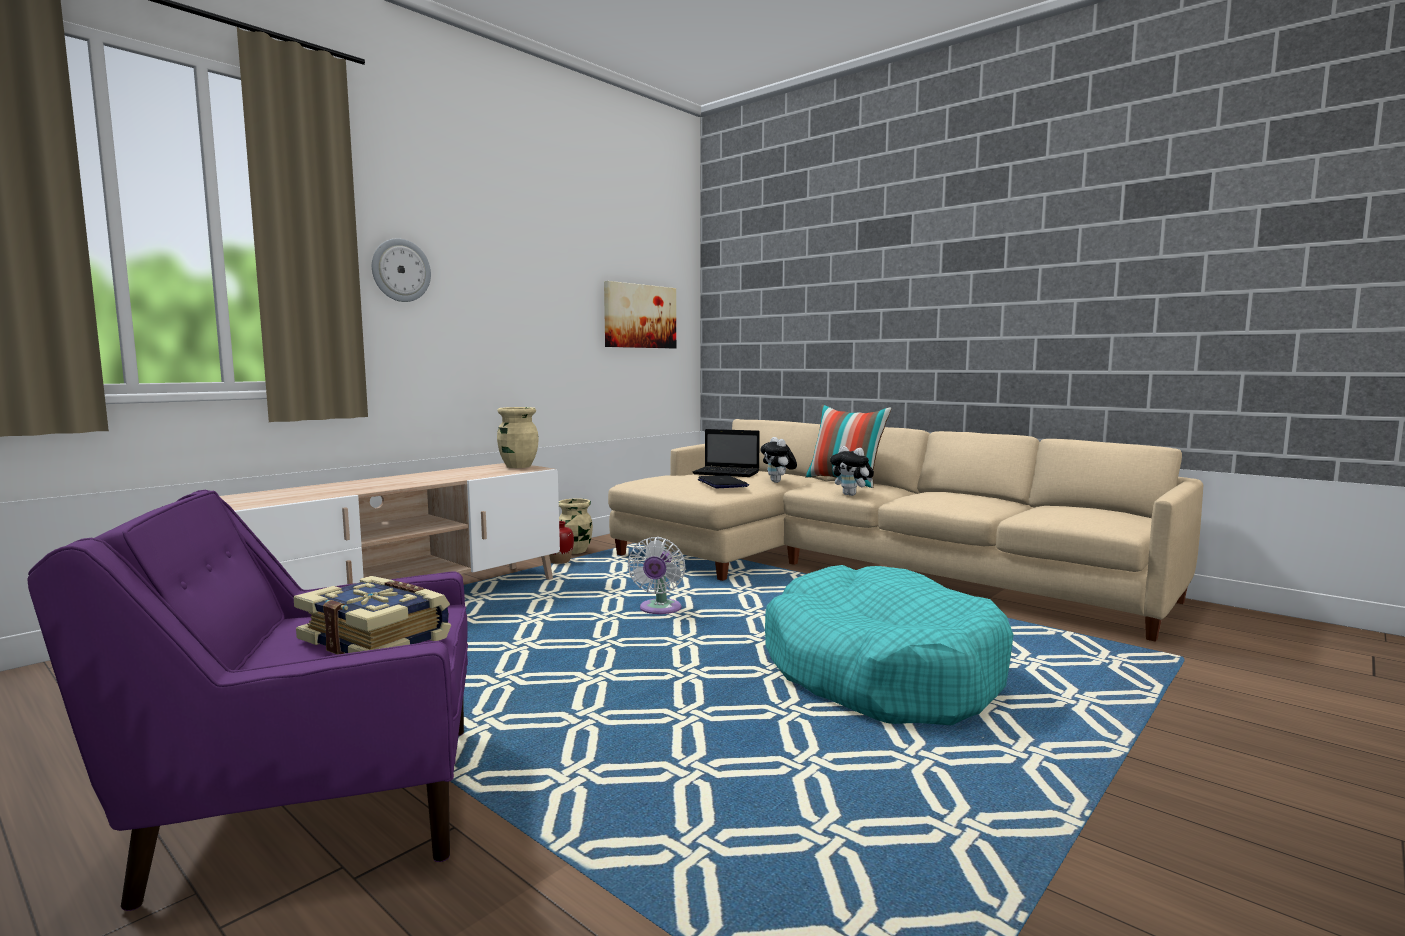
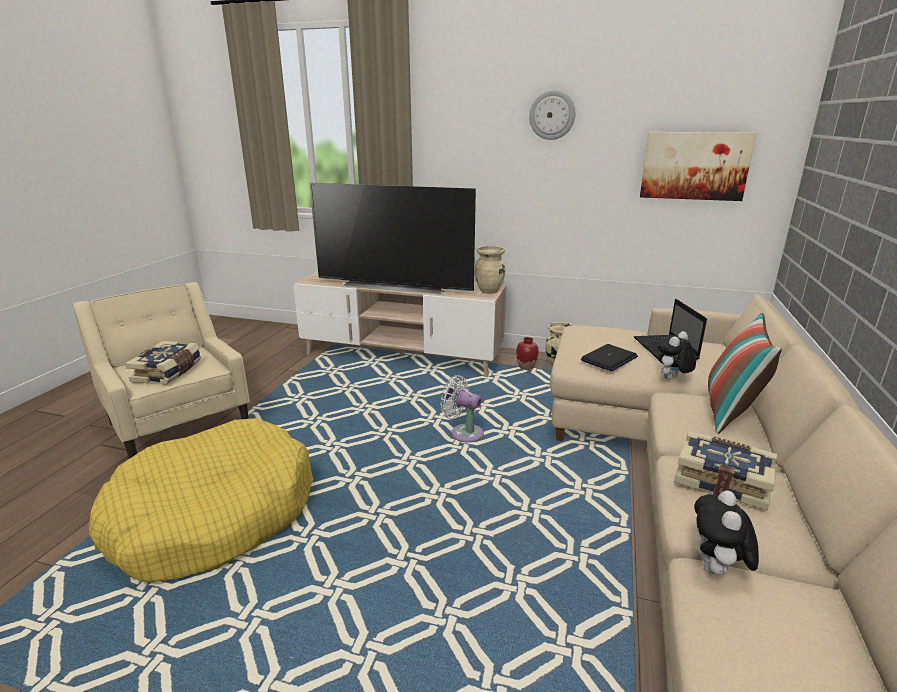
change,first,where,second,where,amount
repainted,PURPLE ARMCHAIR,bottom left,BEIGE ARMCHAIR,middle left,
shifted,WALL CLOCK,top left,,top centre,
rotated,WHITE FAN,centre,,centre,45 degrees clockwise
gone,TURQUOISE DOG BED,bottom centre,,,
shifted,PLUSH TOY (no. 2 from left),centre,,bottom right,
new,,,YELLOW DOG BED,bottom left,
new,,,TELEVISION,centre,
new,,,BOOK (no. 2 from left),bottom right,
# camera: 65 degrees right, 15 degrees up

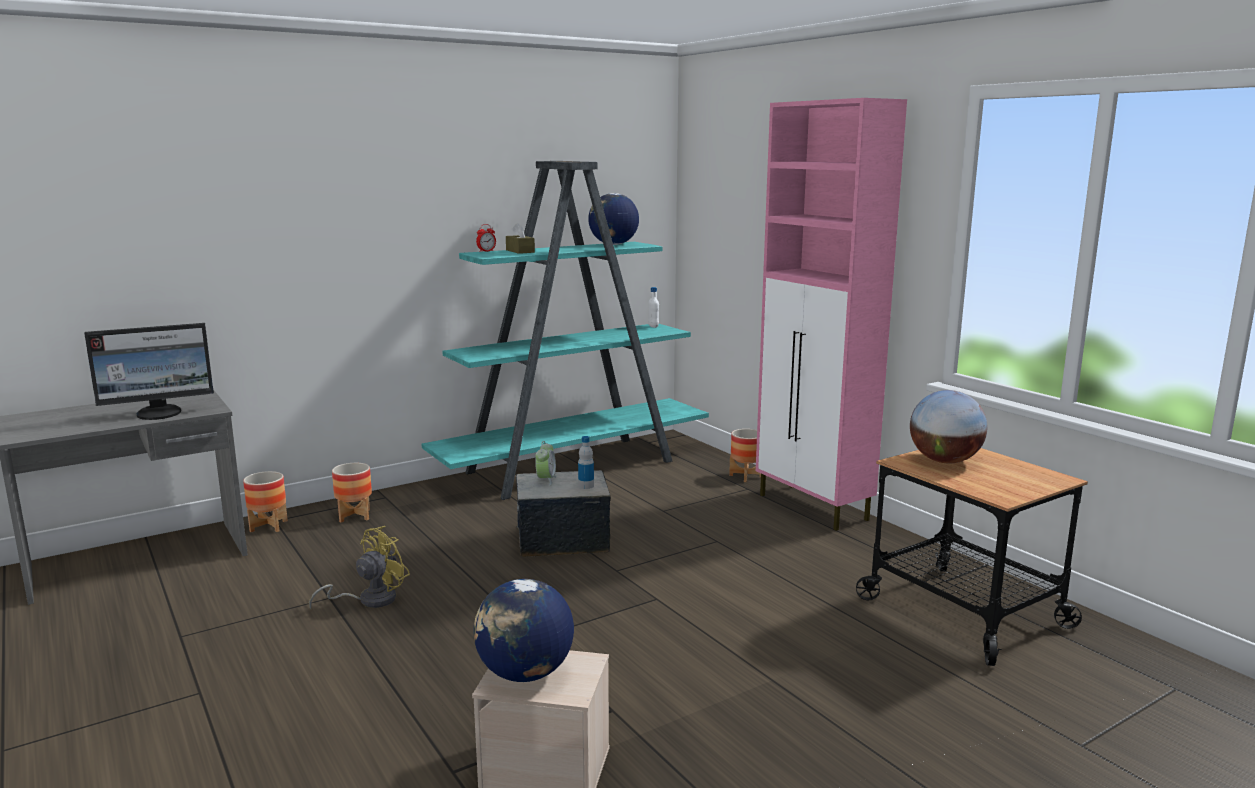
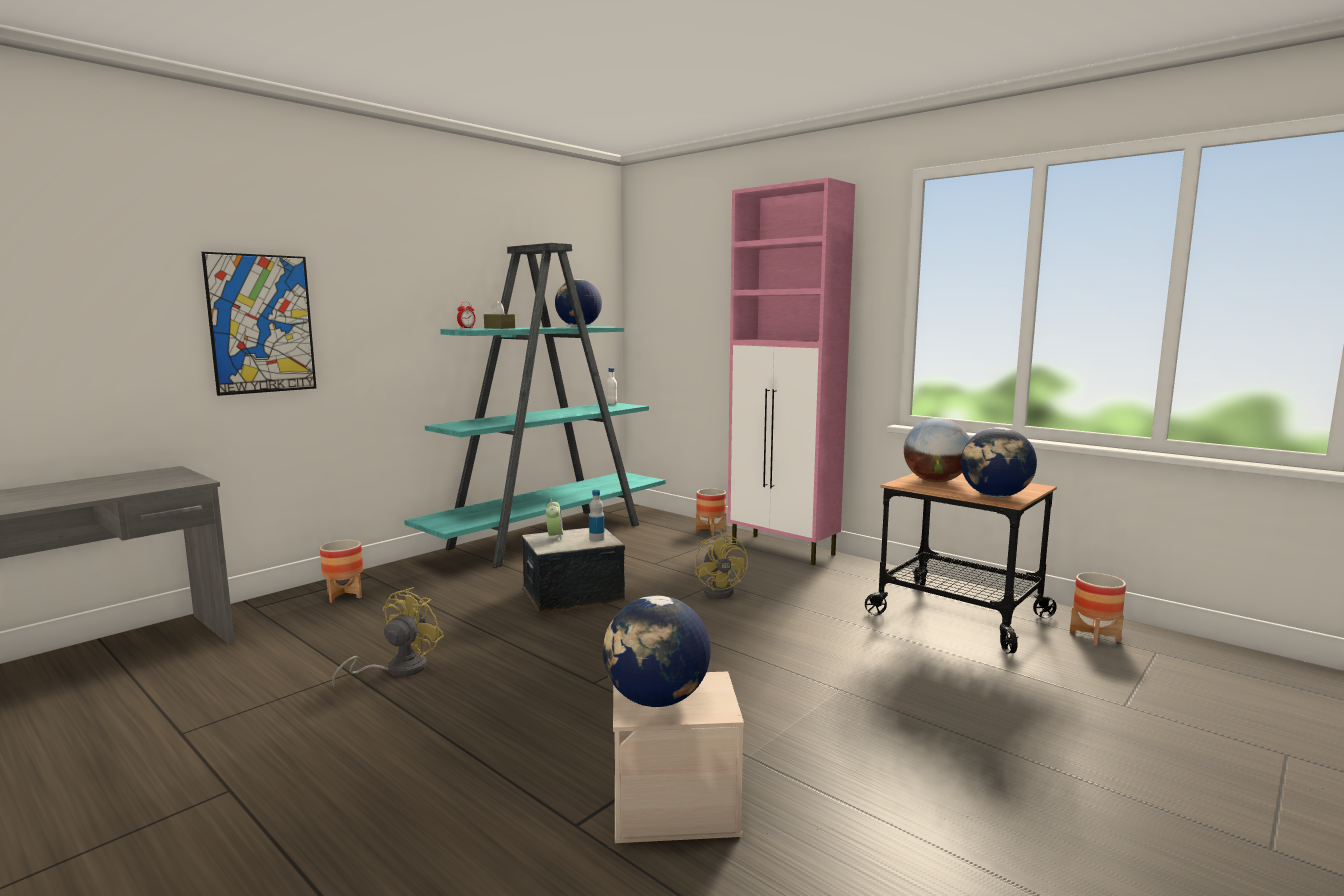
change,first,where,second,where,amount
gone,MONITOR,middle left,,,
shifted,PLANTER (no. 1 from left in the first image),middle left,PLANTER (no. 3 from left),bottom right,
new,,,PICTURE,middle left,
new,,,YELLOW FAN (no. 2 from left),centre,
new,,,GLOBE (no. 4 from left),middle right,
# camera: 15 degrees left, 5 degrees down

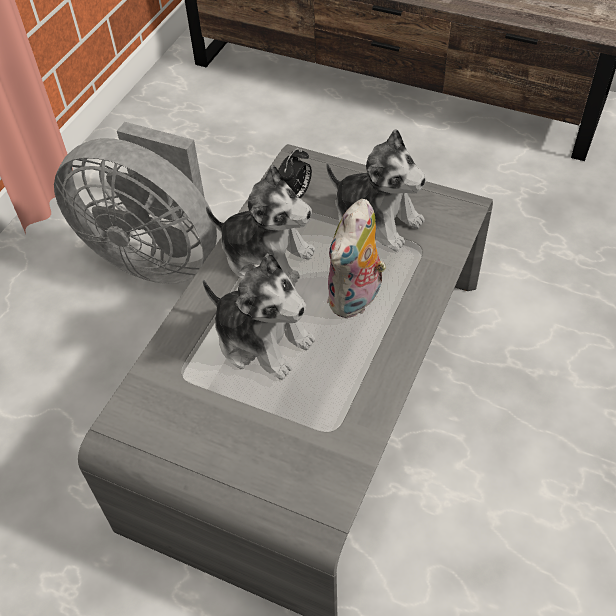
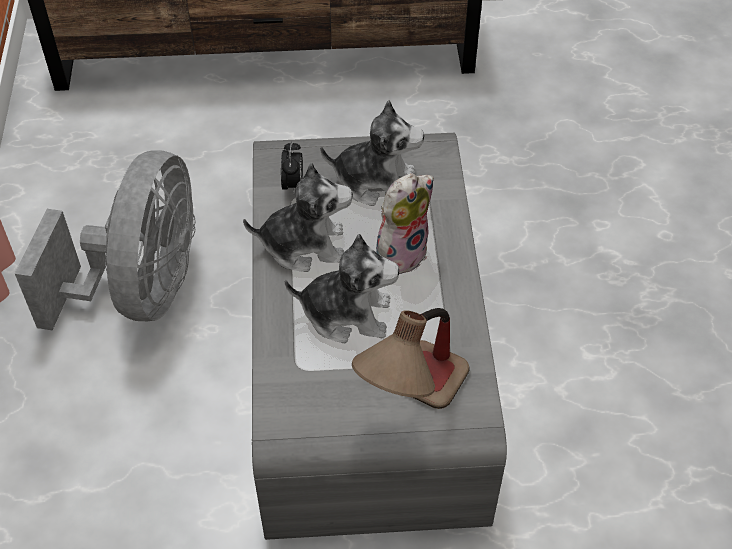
change,first,where,second,where,amount
rotated,GREY FAN,top left,,middle left,75 degrees counterclockwise
rotated,PLUSH TOY (no. 3 from left in the first image),centre,PLUSH TOY (no. 4 from left),centre,135 degrees counterclockwise
new,,,TABLE LAMP,centre,
# camera: 30 degrees left, 0 degrees up

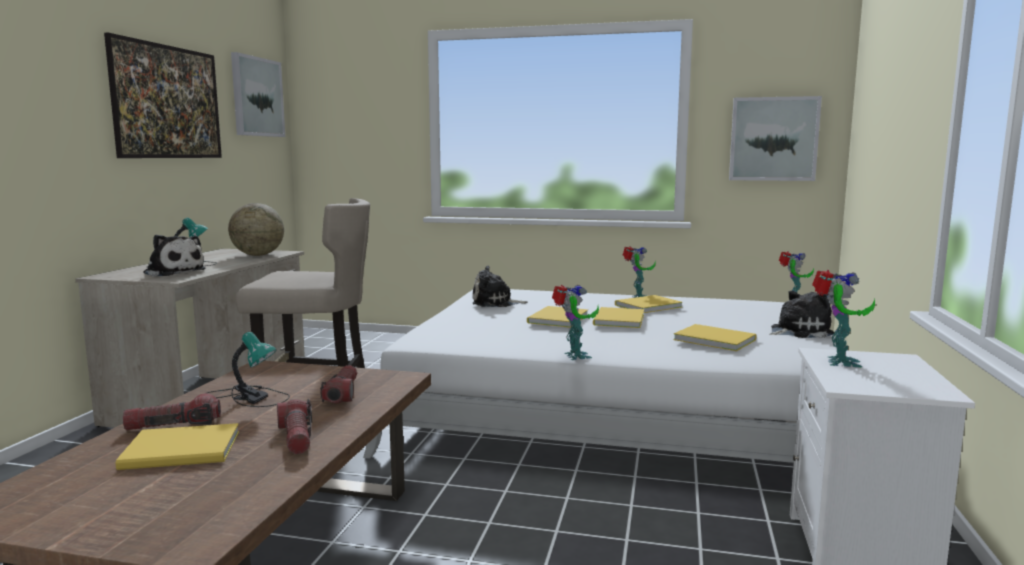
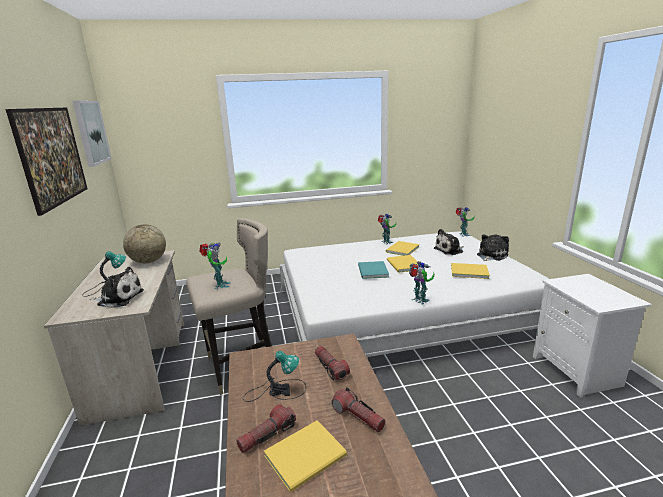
change,first,where,second,where,amount
shifted,PLUSH TOY (no. 2 from left),centre,,middle right,
repainted,YELLOW BOOK (no. 2 from left),centre,TURQUOISE BOOK,centre,
gone,PICTURE (no. 3 from left),top right,,,
shifted,TOY ROBOT (no. 4 from left in the first image),middle right,TOY ROBOT (no. 1 from left),middle left,
# camera: 25 degrees left, 10 degrees up

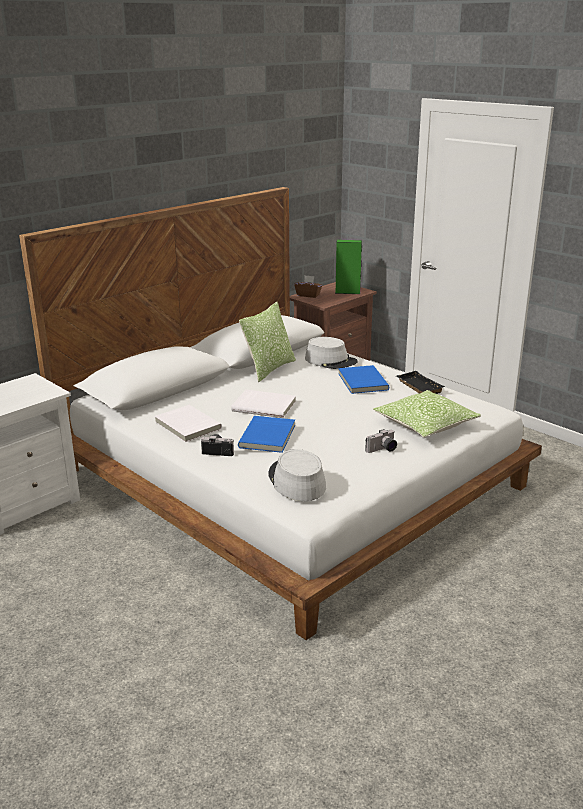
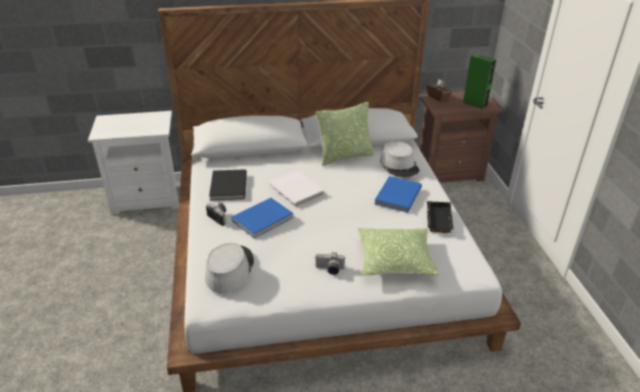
change,first,where,second,where,amount
repainted,WHITE BOOK (no. 1 from left),middle left,BLACK BOOK,centre,
# camera: 35 degrees right, 10 degrees up

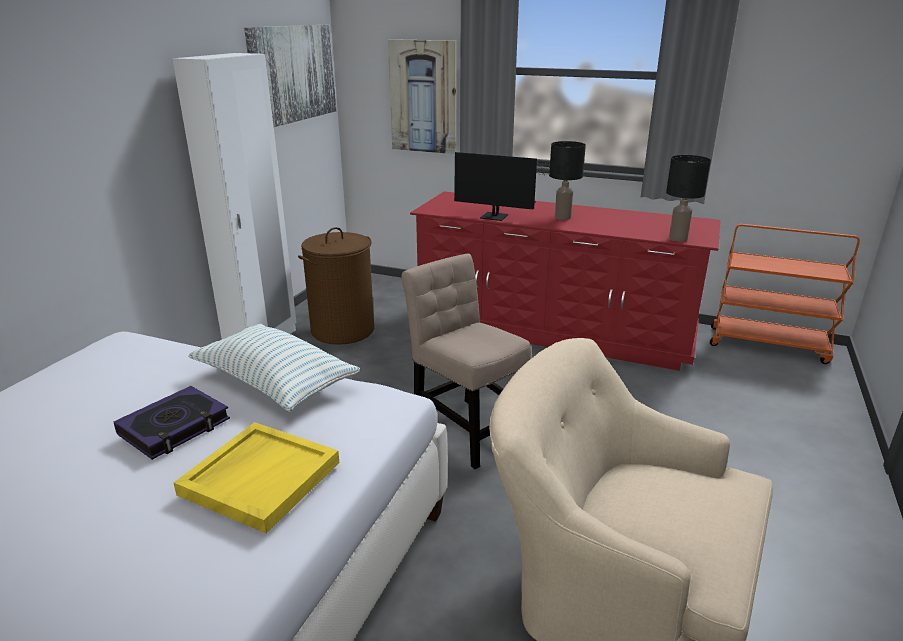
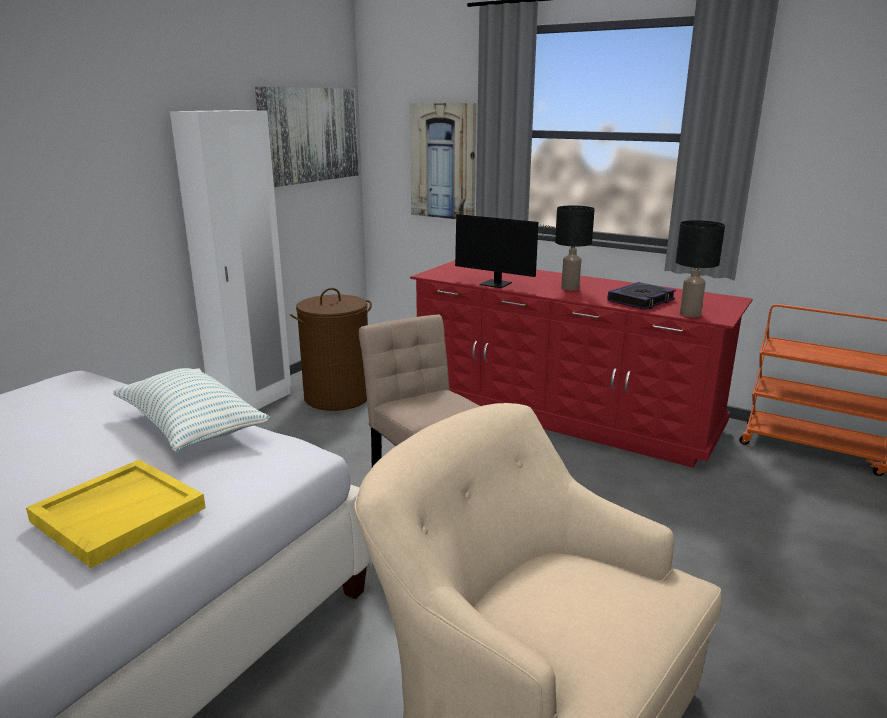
change,first,where,second,where,amount
shifted,BOOK,middle left,,middle right,
# camera: 10 degrees right, 5 degrees down

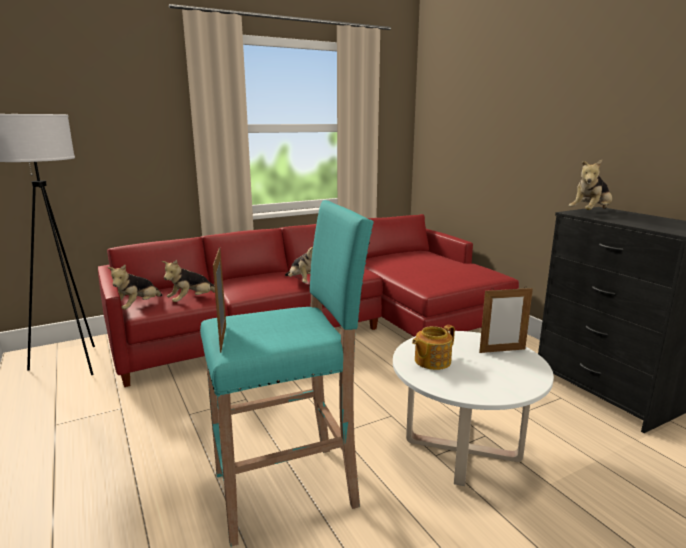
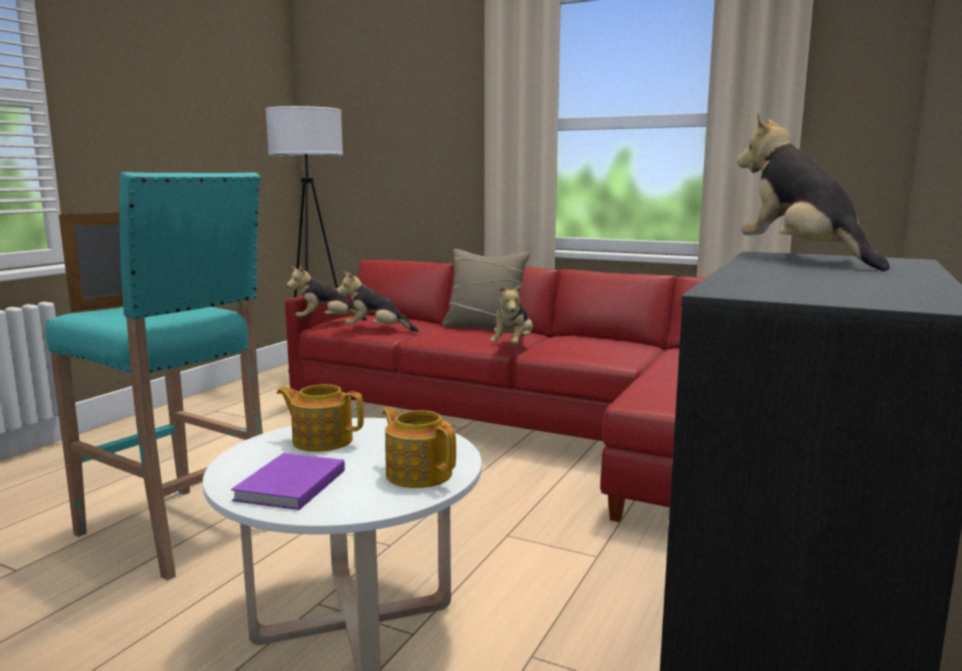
change,first,where,second,where,amount
swapped,PICTURE FRAME (no. 2 from left),middle right,TEAPOT (no. 2 from left),centre,
rotated,PLUSH TOY (no. 4 from left),middle right,,top right,60 degrees clockwise
new,,,PURPLE BOOK,bottom left,
new,,,BEIGE PILLOW,centre,
# camera: 55 degrees right, 5 degrees down

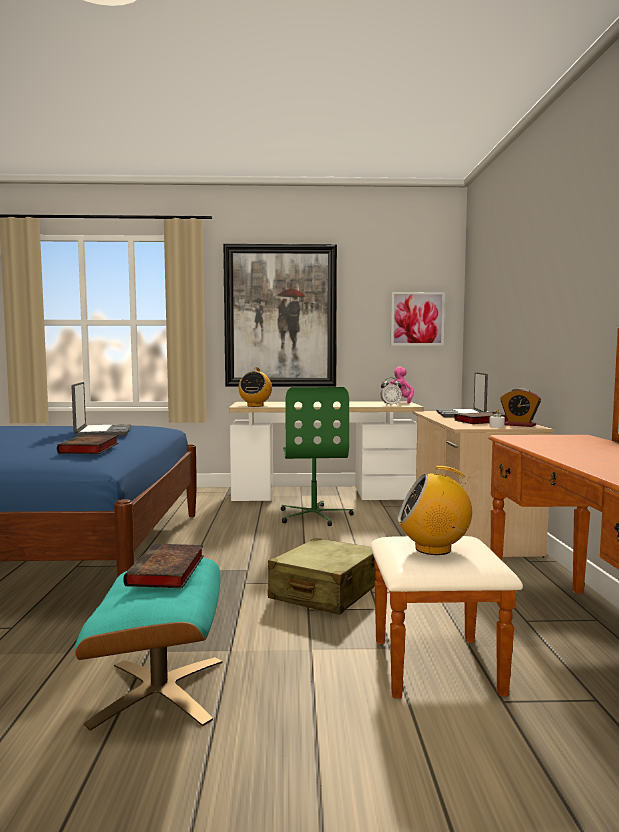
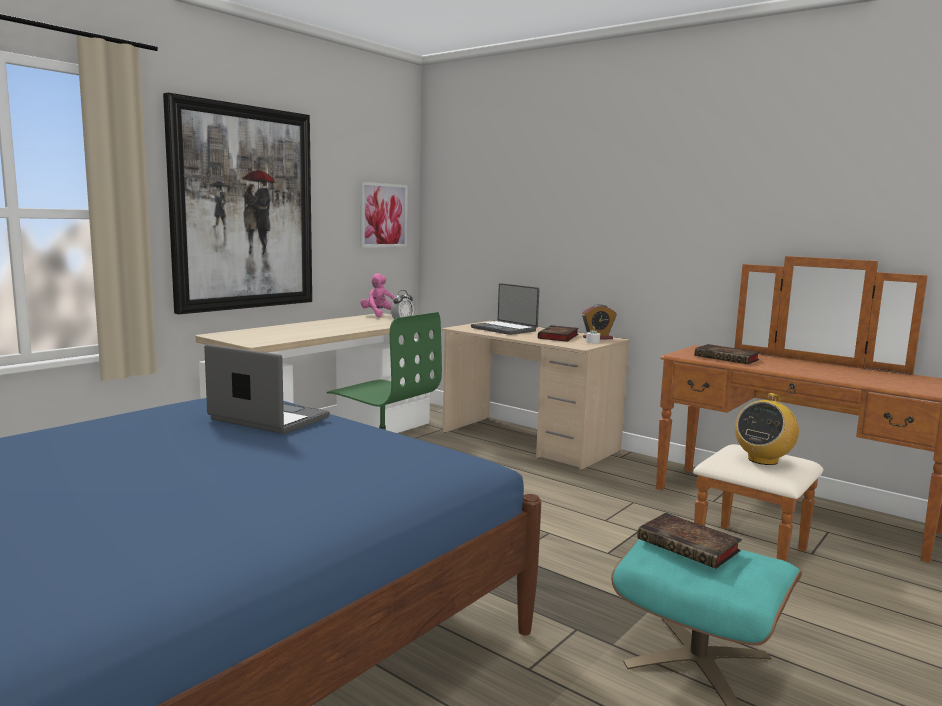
change,first,where,second,where,amount
shifted,BOOK (no. 1 from left in the first image),middle left,BOOK (no. 3 from left),middle right,
gone,RADIO (no. 1 from left),centre,,,
gone,BEIGE SUITCASE,bottom centre,,,
# camera: 50 degrees left, 5 degrees up

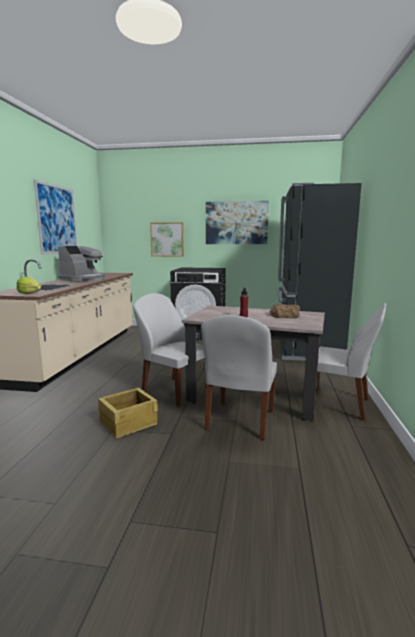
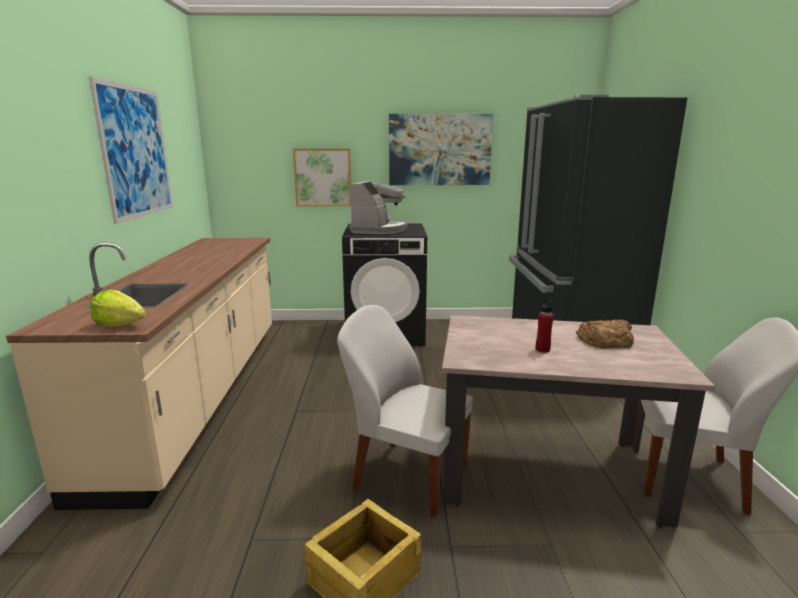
change,first,where,second,where,amount
shifted,COFFEE MACHINE,middle left,,centre,
gone,WHITE CHAIR (no. 2 from left),centre,,,
# camera: 10 degrees left, 5 degrees up

